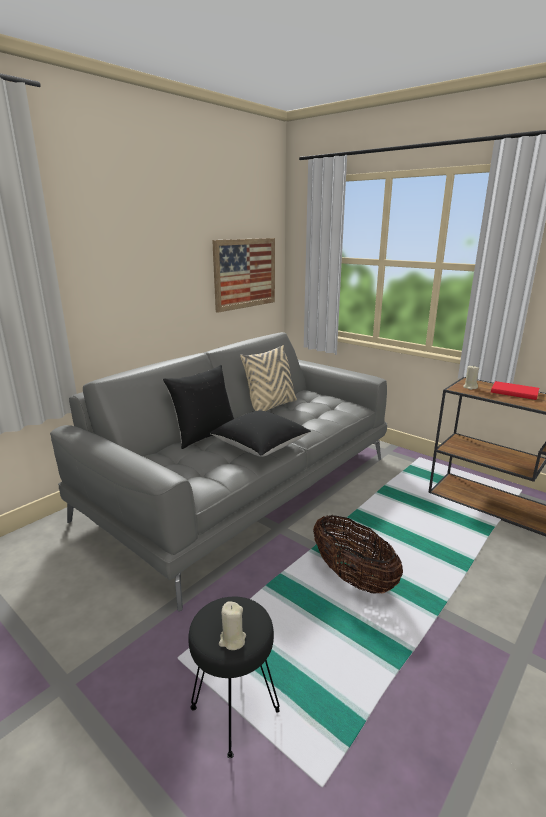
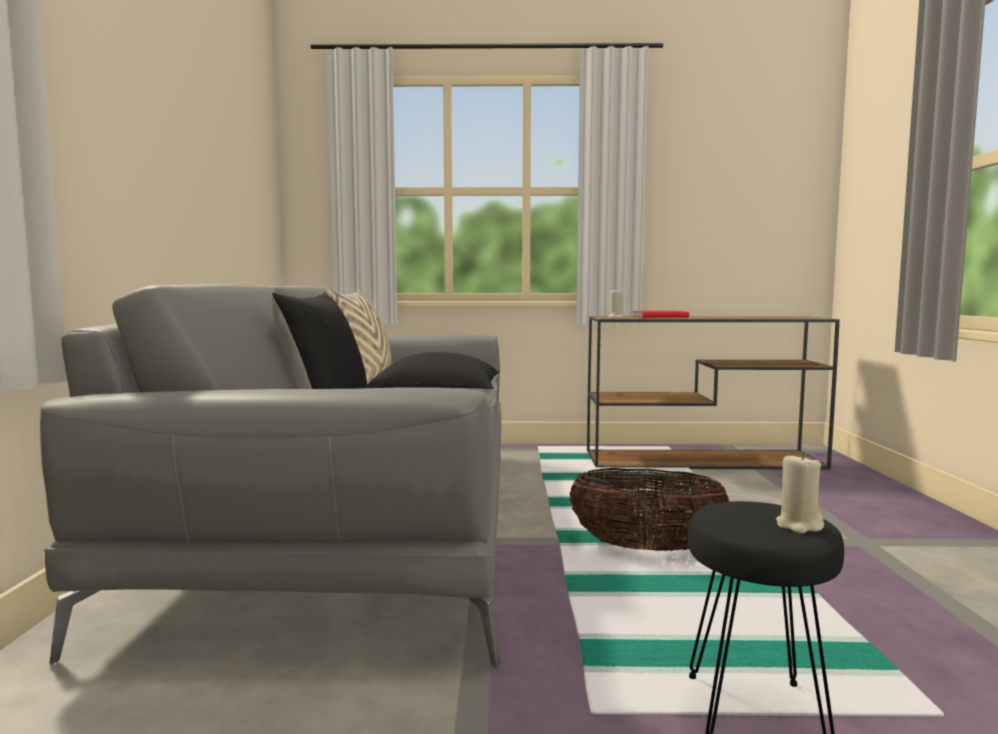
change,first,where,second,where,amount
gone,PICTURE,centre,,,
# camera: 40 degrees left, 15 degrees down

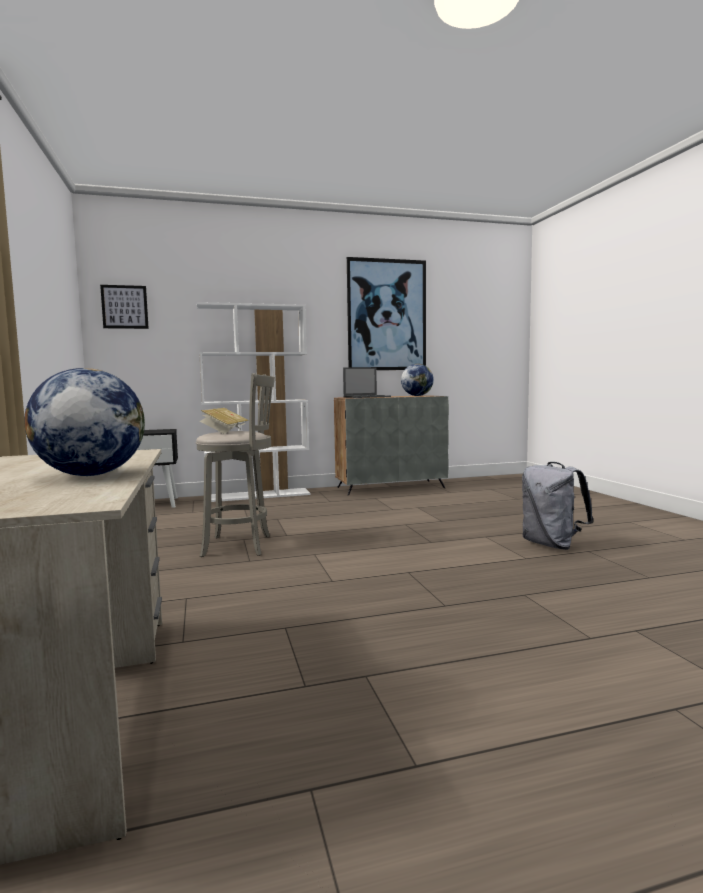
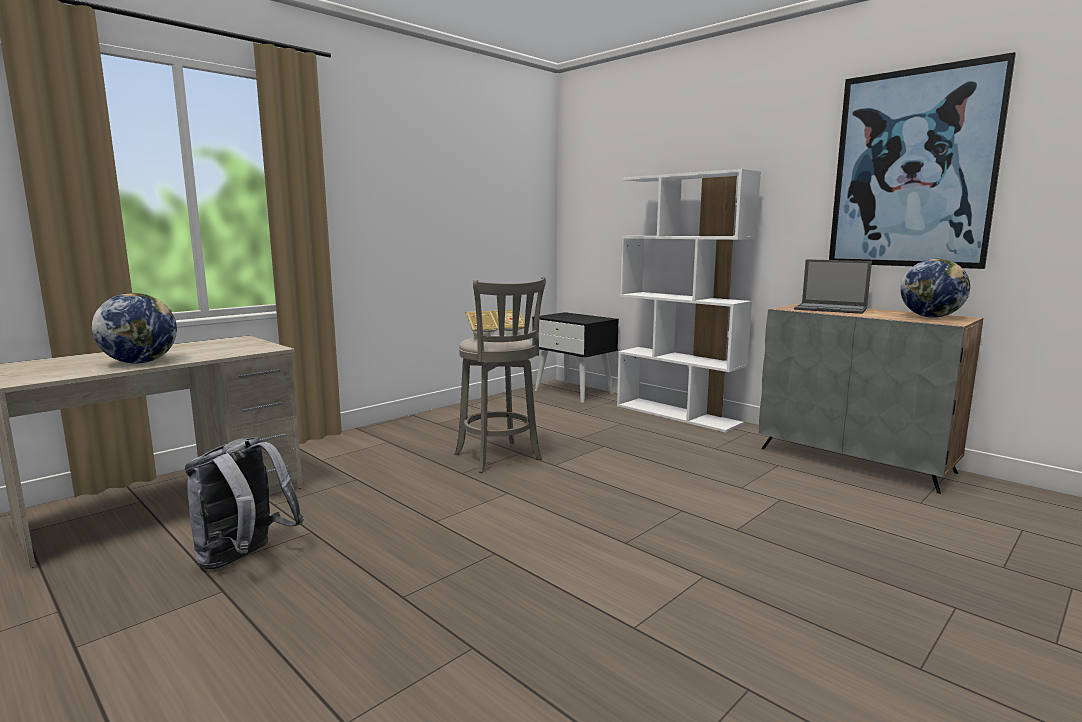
change,first,where,second,where,amount
gone,PICTURE (no. 1 from left),middle left,,,
shifted,GREY BACKPACK,middle right,,bottom left,
# camera: 60 degrees right, 5 degrees up

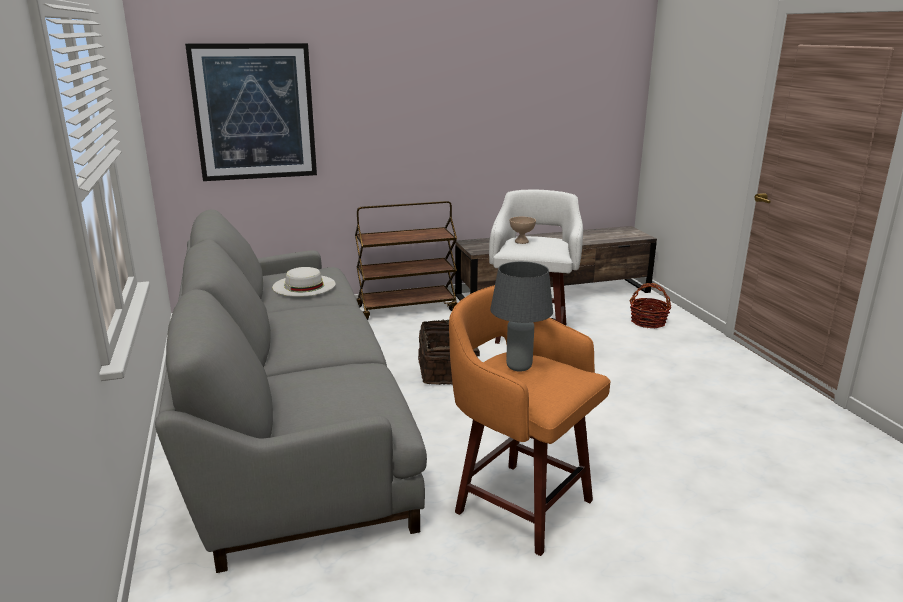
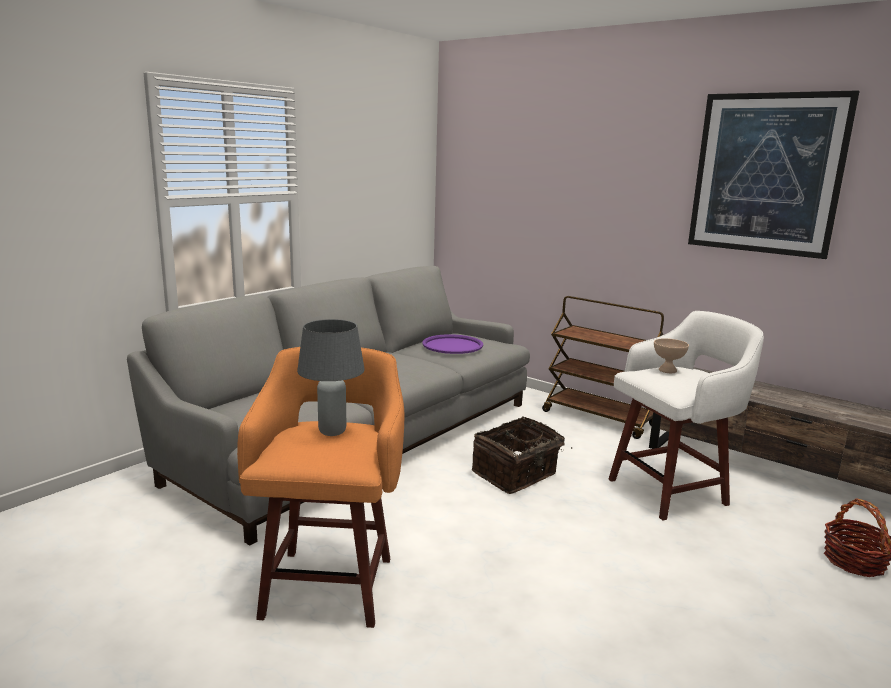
change,first,where,second,where,amount
shifted,PICTURE,top left,,top right,
swapped,WHITE HAT,centre,PURPLE TRAY,centre,
# camera: 55 degrees right, 5 degrees down

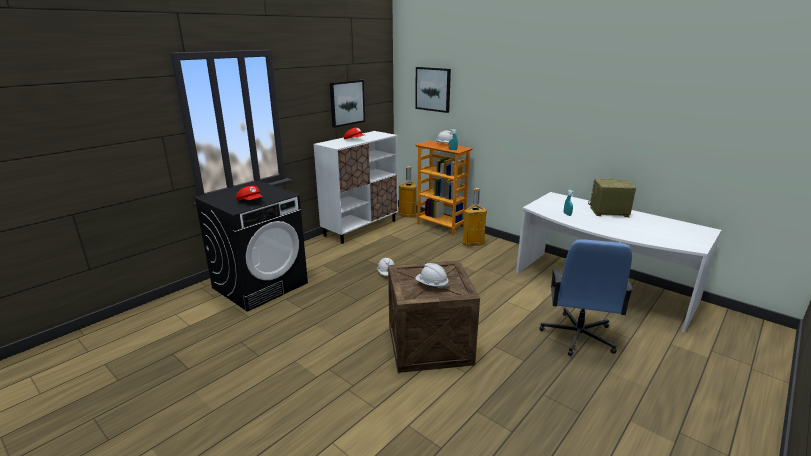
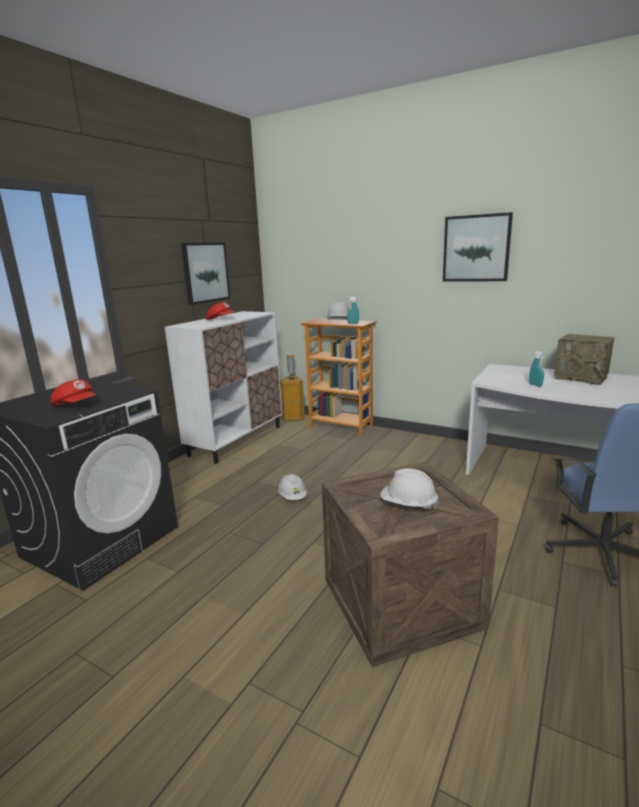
change,first,where,second,where,amount
shifted,PICTURE (no. 2 from left),top centre,,top right,
gone,TRASH CAN (no. 2 from left),centre,,,
rotated,RADIO,middle right,,middle right,135 degrees counterclockwise
# camera: 10 degrees left, 5 degrees down

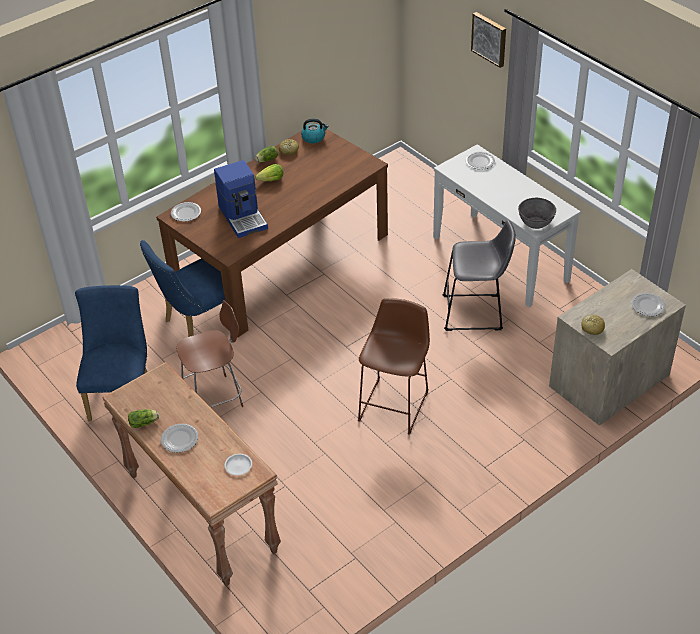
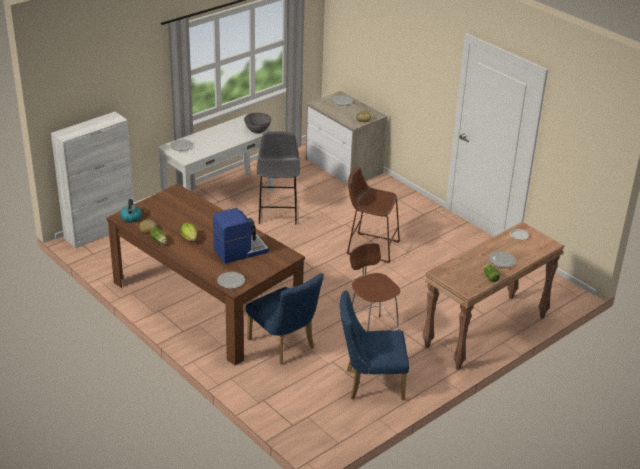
change,first,where,second,where,amount
gone,PICTURE,top right,,,
new,,,WHITE CABINET,middle left,
# camera: 95 degrees left, 10 degrees down

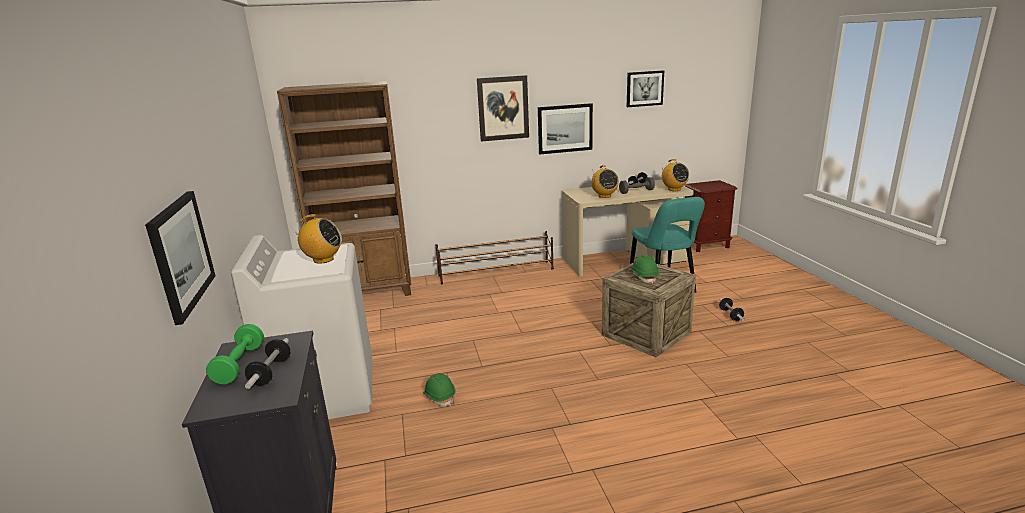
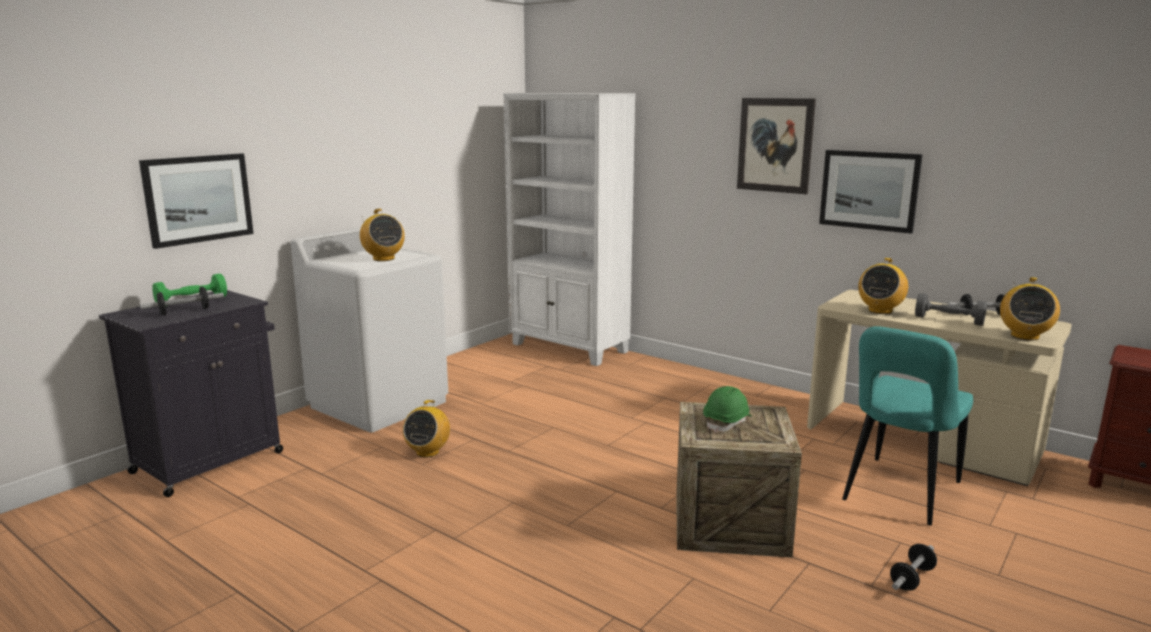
change,first,where,second,where,amount
repainted,BROWN BOOKCASE,centre,WHITE BOOKCASE,centre,
swapped,GREEN HARD HAT (no. 1 from left),bottom centre,RADIO (no. 2 from left),bottom centre,
gone,BROWN SHOE RACK,centre,,,
gone,PICTURE (no. 4 from left),top centre,,,
# camera: 50 degrees right, 5 degrees down

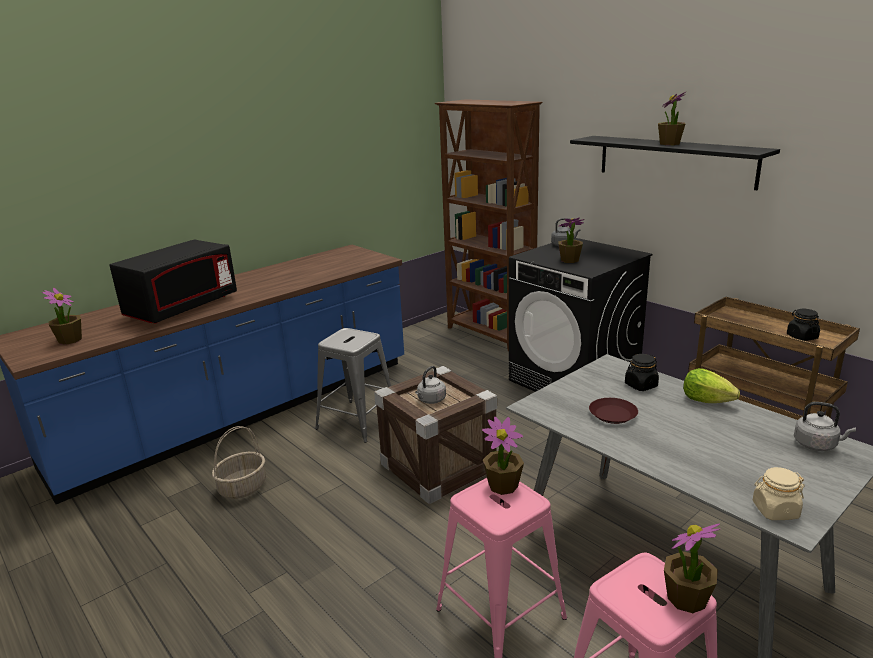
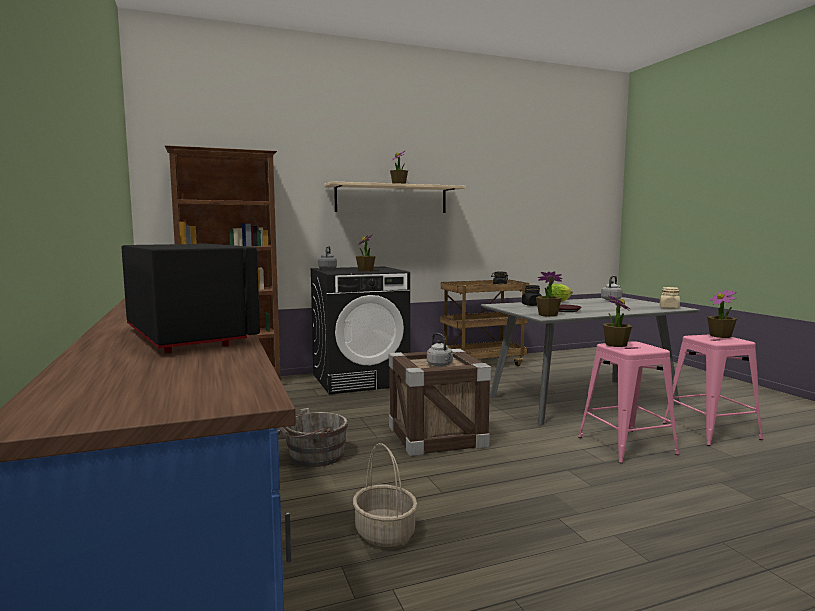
change,first,where,second,where,amount
shifted,POTTED PLANT (no. 1 from left in the first image),middle left,POTTED PLANT (no. 3 from left),middle right,
swapped,GREY STOOL,centre,GREY BUCKET,bottom centre,
repainted,BLACK SHELF,top right,BEIGE SHELF,top centre,
# camera: 70 degrees left, 15 degrees down

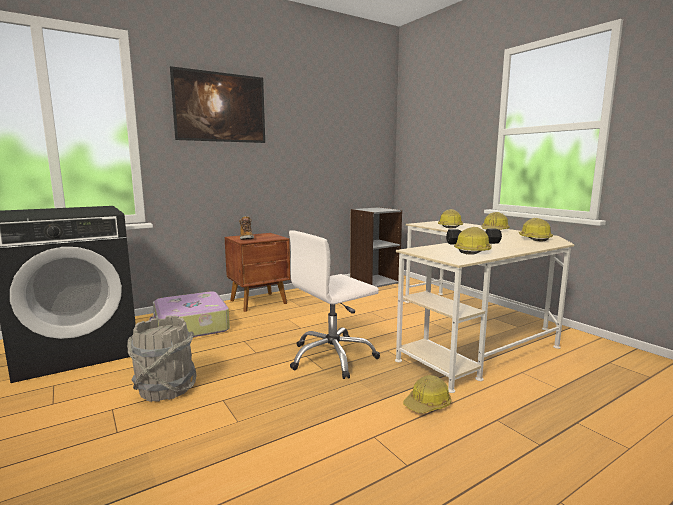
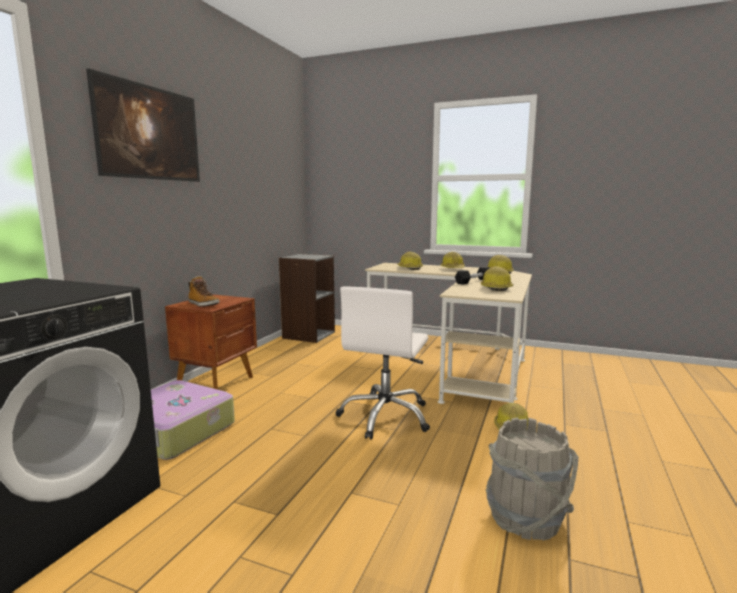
change,first,where,second,where,amount
shifted,GREY BUCKET,bottom left,,bottom right,
# camera: 35 degrees left, 0 degrees up

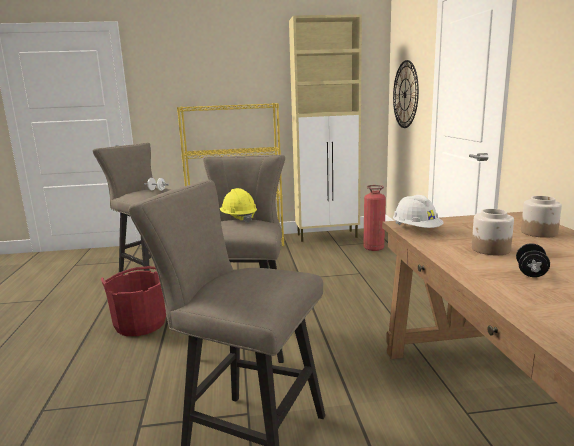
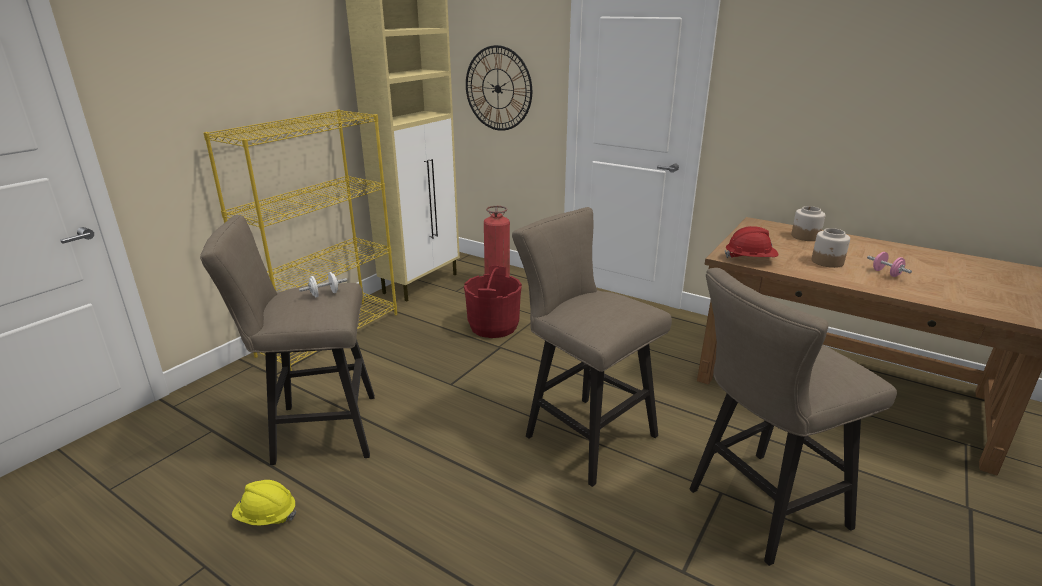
change,first,where,second,where,amount
shifted,RED BUCKET,bottom left,,centre,
shifted,YELLOW HARD HAT,centre,,bottom left,
repainted,WHITE HARD HAT,middle right,RED HARD HAT,middle right,
repainted,BLACK DUMBBELL,middle right,PINK DUMBBELL,middle right,
# camera: 50 degrees left, 10 degrees up

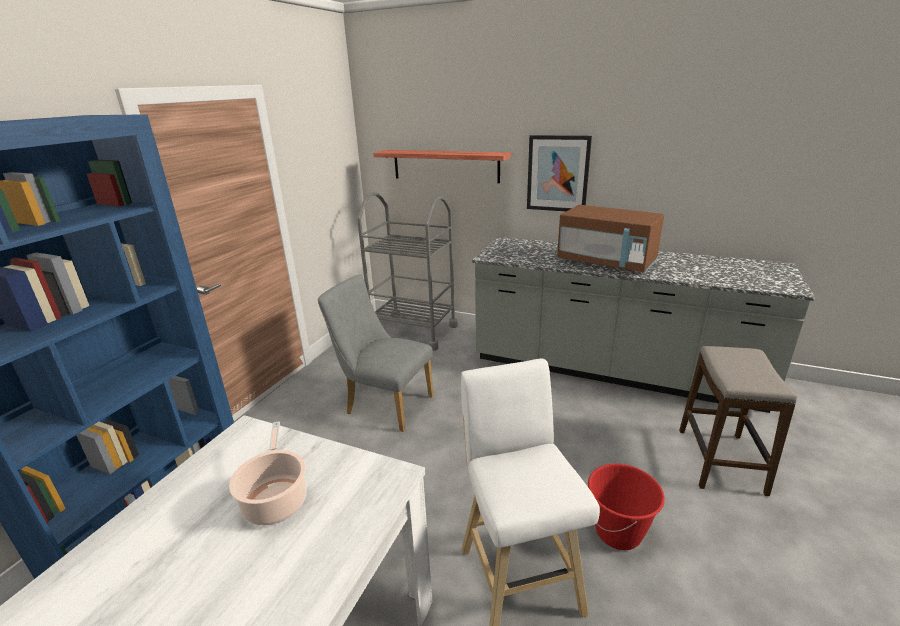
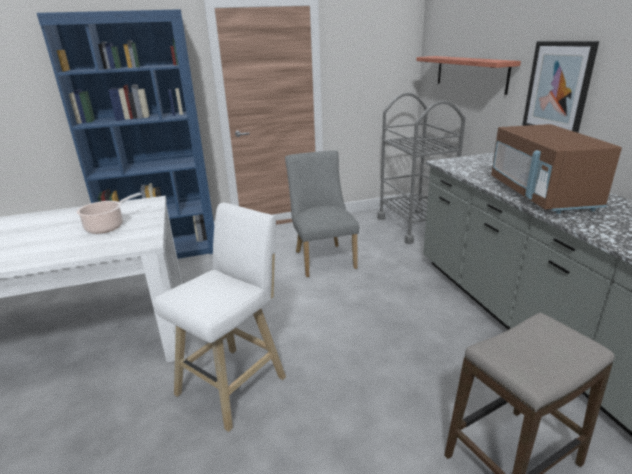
change,first,where,second,where,amount
gone,RED BUCKET,bottom right,,,
# camera: 50 degrees right, 0 degrees up

